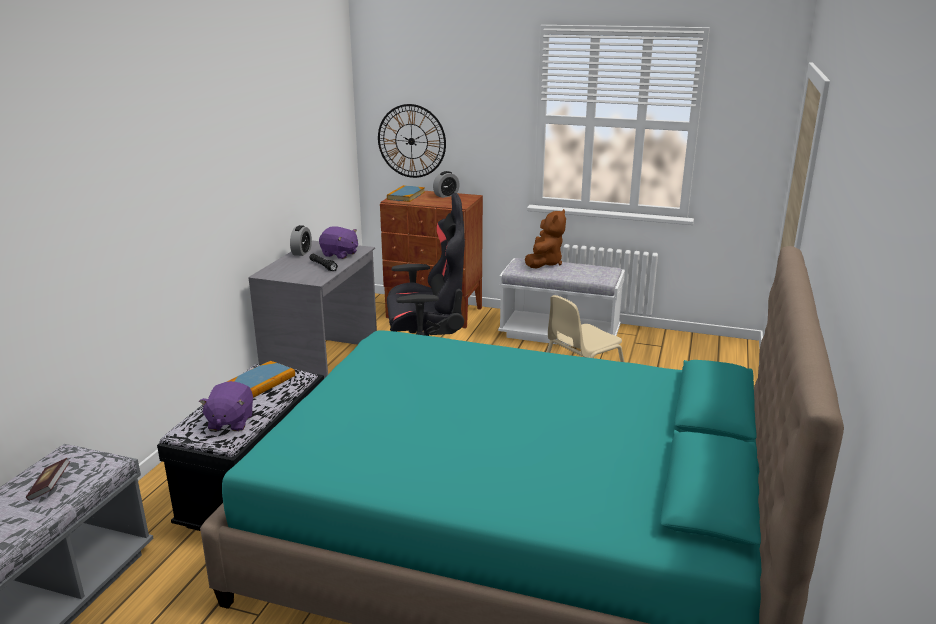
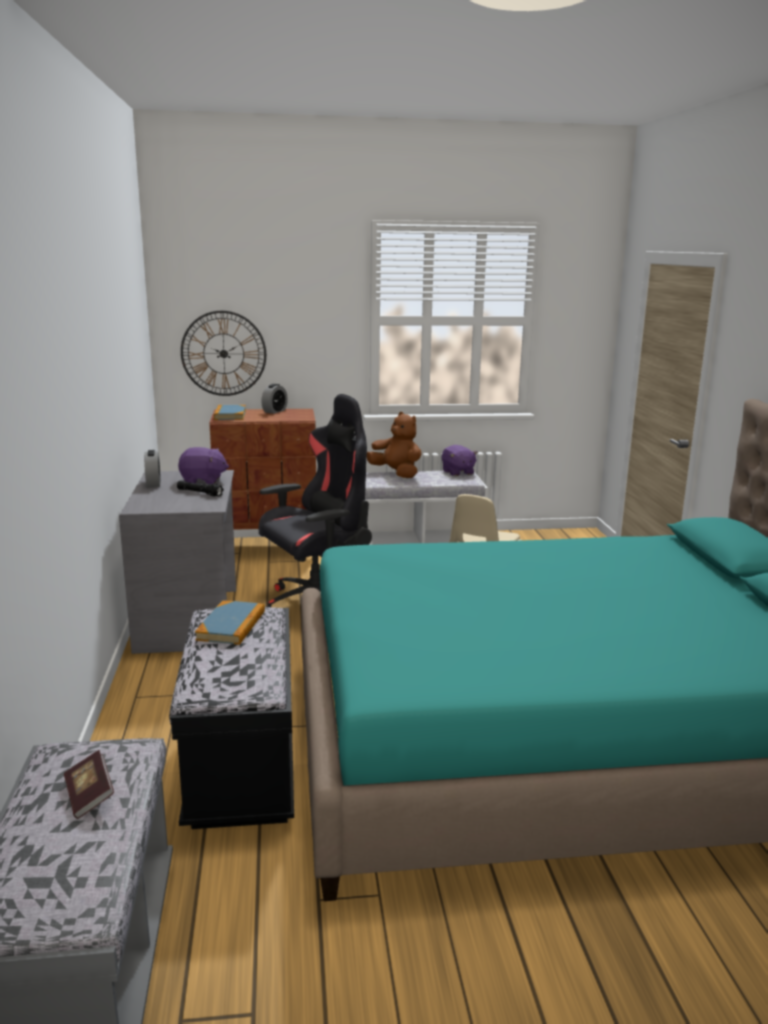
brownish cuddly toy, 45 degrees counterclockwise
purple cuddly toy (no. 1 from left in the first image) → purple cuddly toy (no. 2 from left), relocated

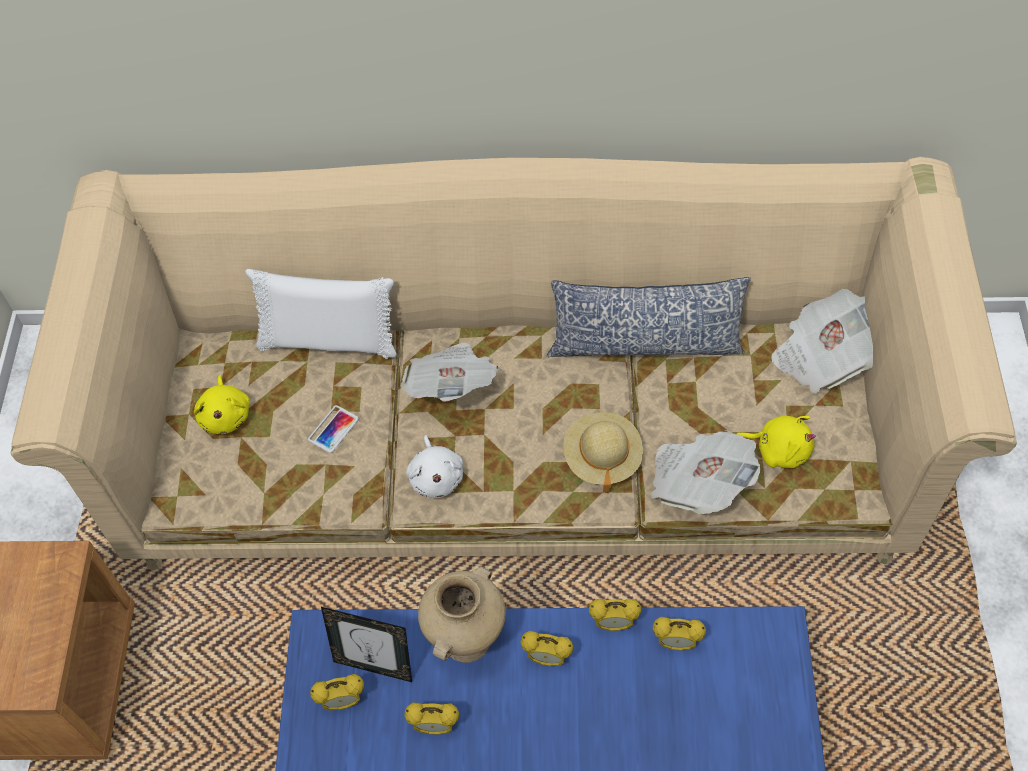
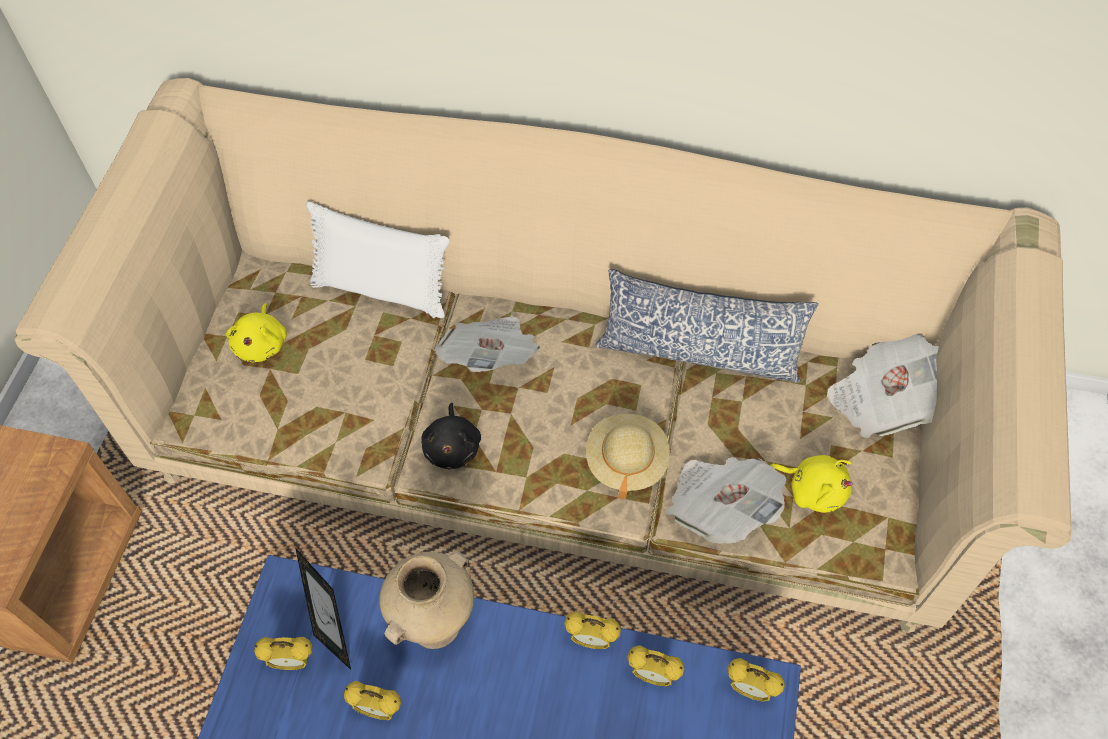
phone → -
white cuddly toy → black cuddly toy
photo frame, 135 degrees counterclockwise
bedside clock (no. 3 from left in the first image) → bedside clock (no. 5 from left), relocated

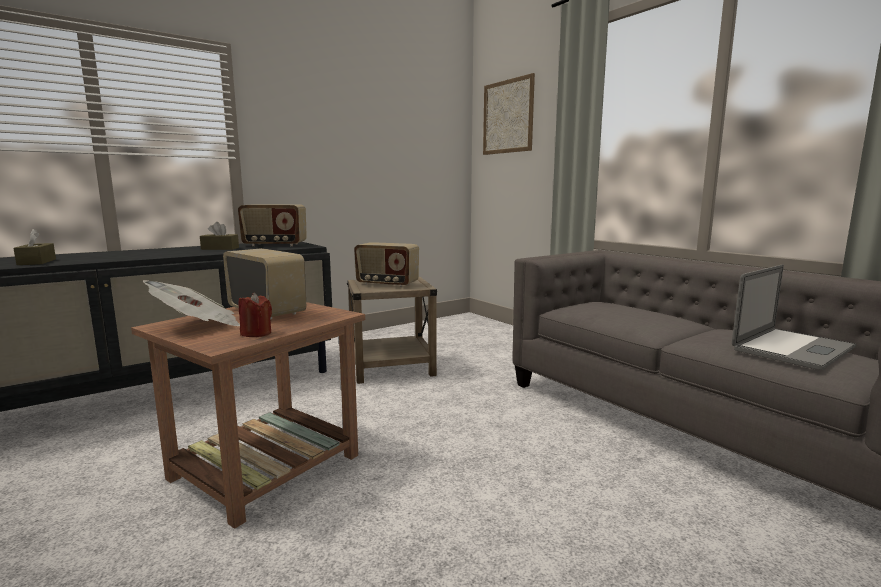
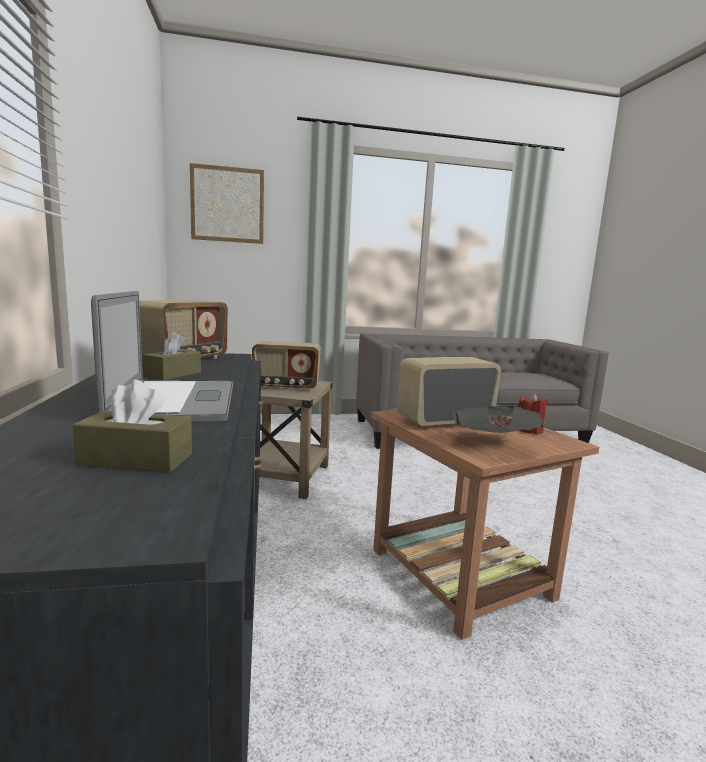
radio set (no. 3 from left in the first image) → radio set (no. 2 from left), 45 degrees clockwise
laptop, relocated

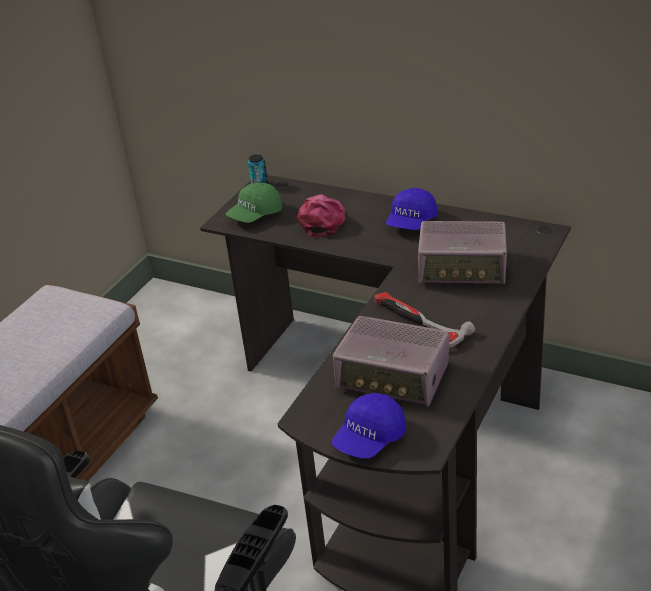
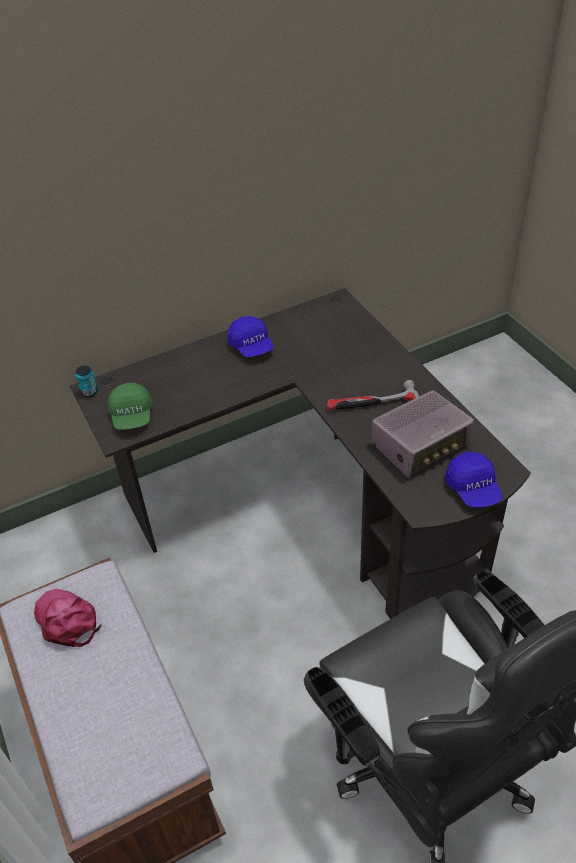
pink-coloured peaked cap, relocated
radio set (no. 2 from left) → -

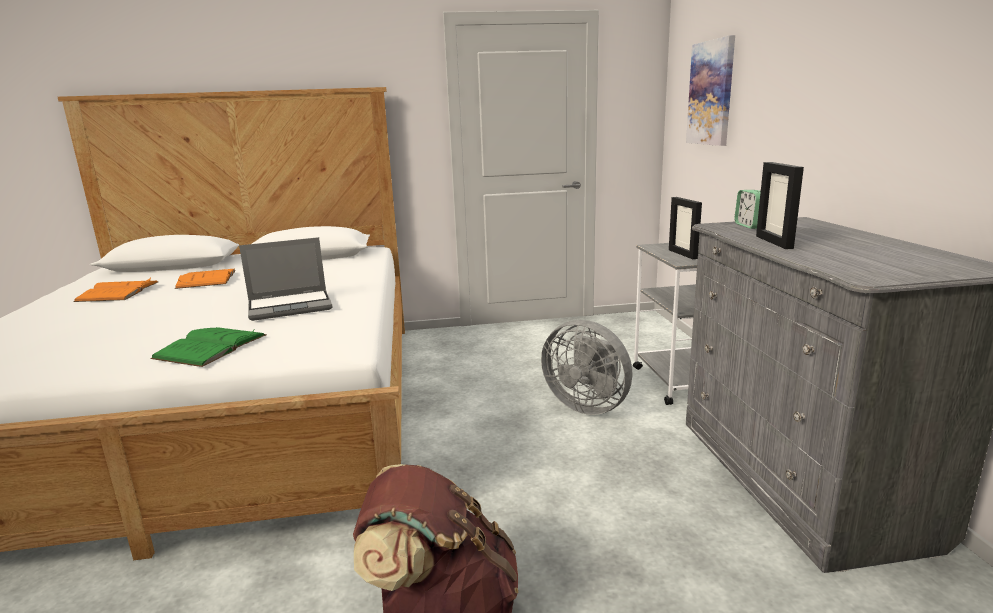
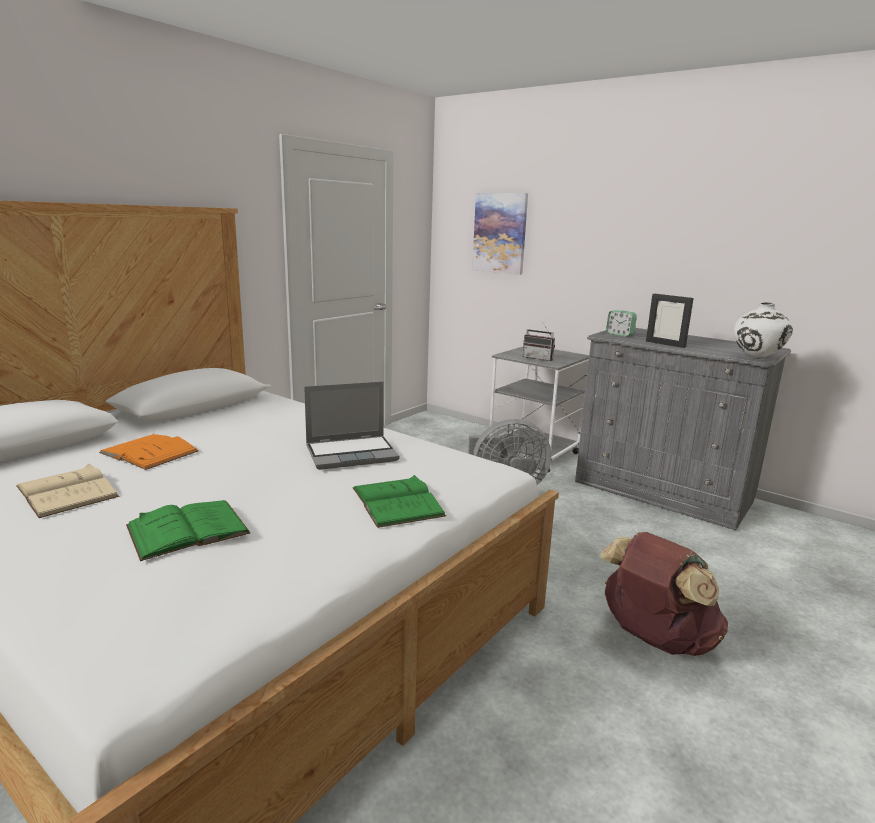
photo frame (no. 1 from left) → radio set
laptop, 45 degrees clockwise
orangey bound book (no. 1 from left) → beige bound book
- → white vase
- → green-coloured bound book (no. 1 from left)

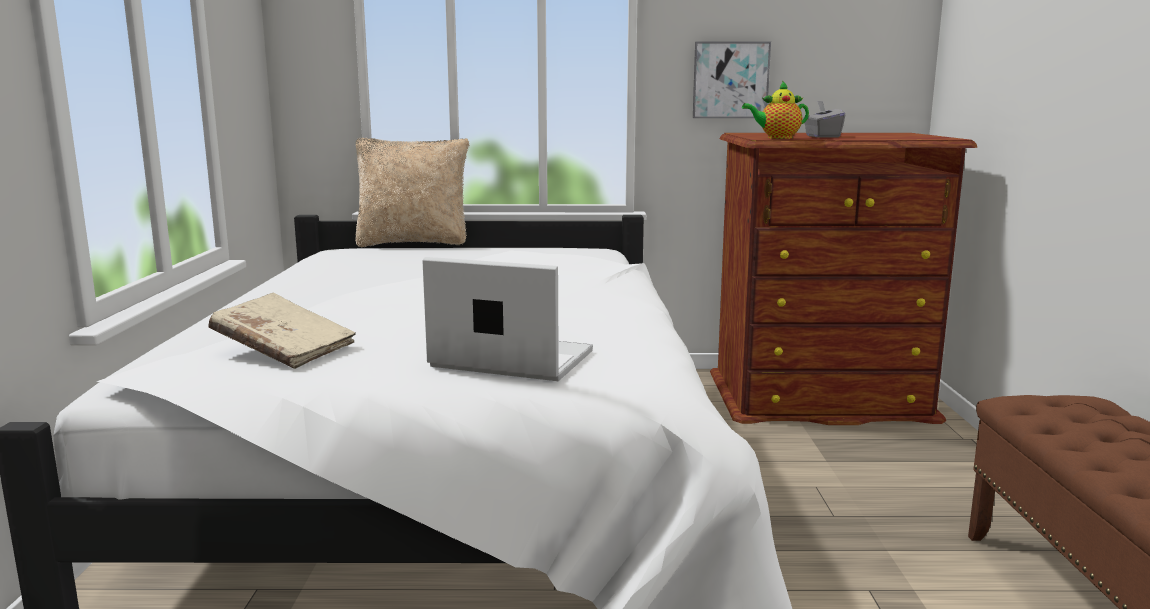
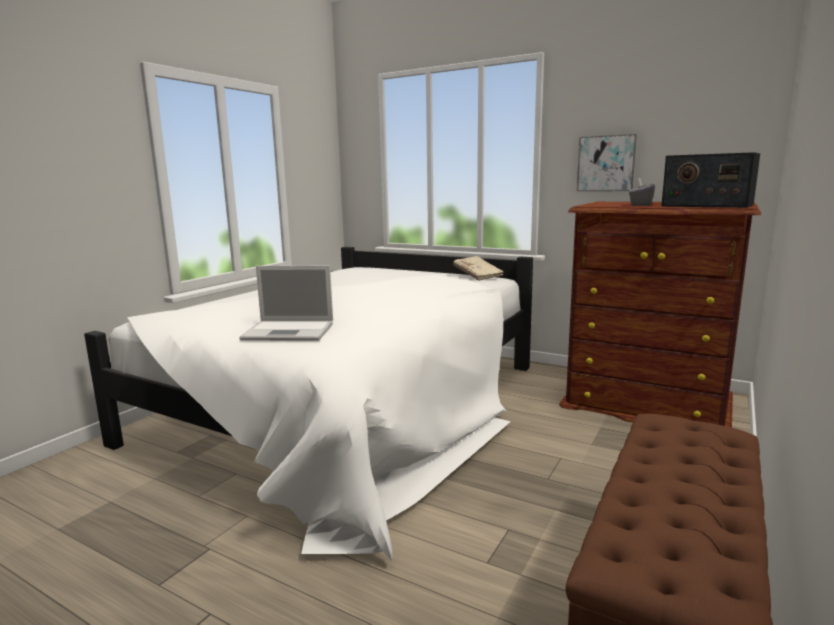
tea pot → -
beige pillow → -
laptop, 135 degrees clockwise
beige bound book, relocated
- → radio set

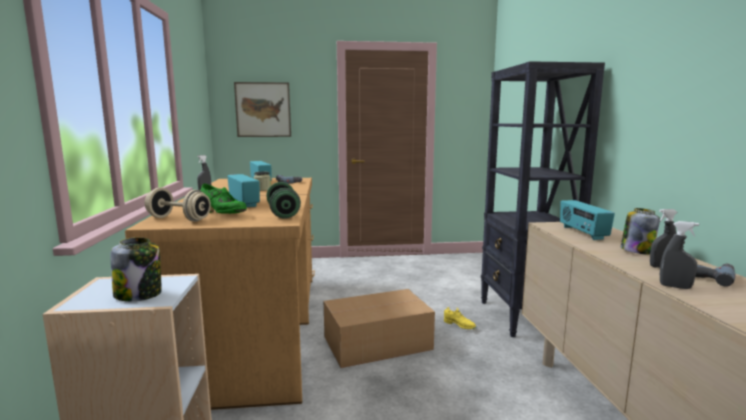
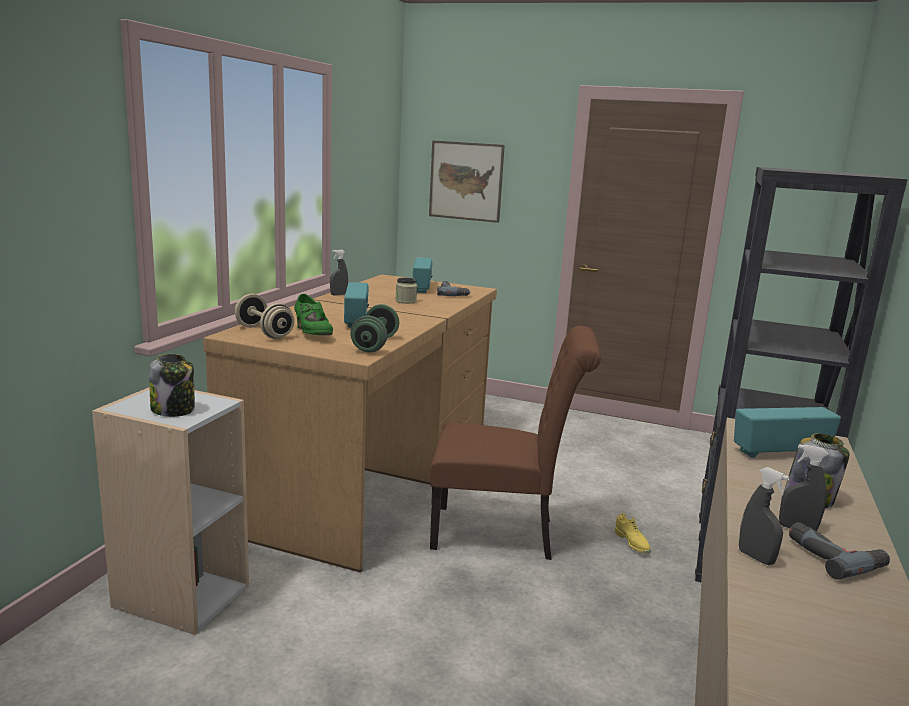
radio set (no. 3 from left), 60 degrees clockwise
cardboard box → brownish upright chair

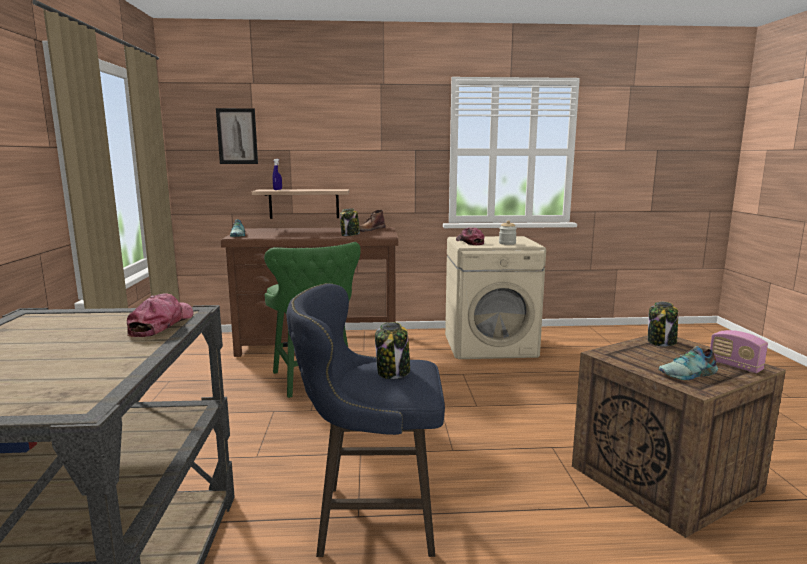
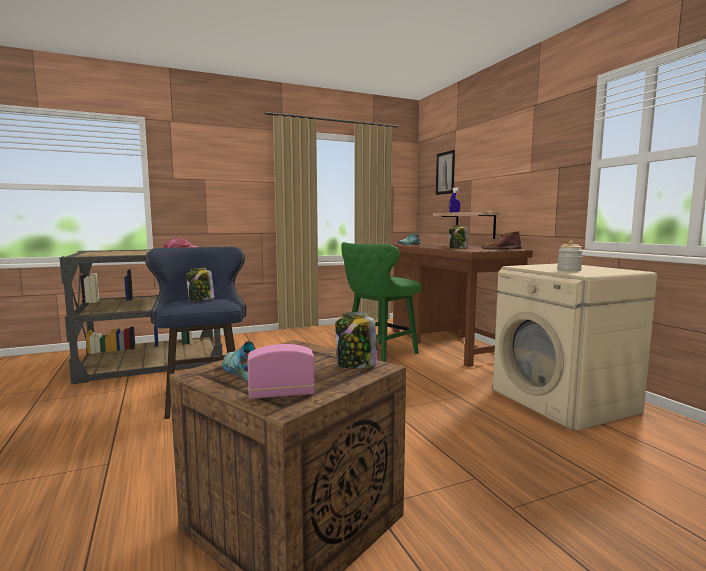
peaked cap (no. 2 from left) → -
radio set, 45 degrees clockwise

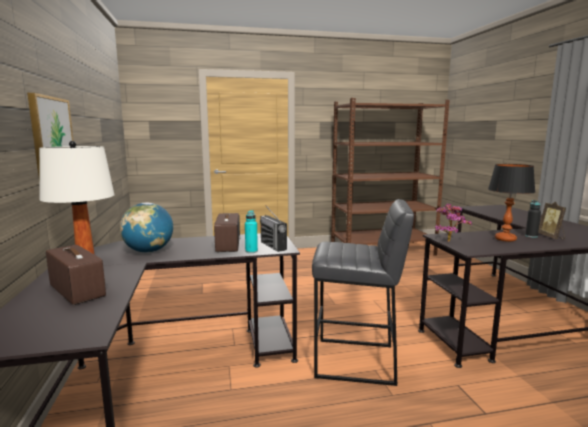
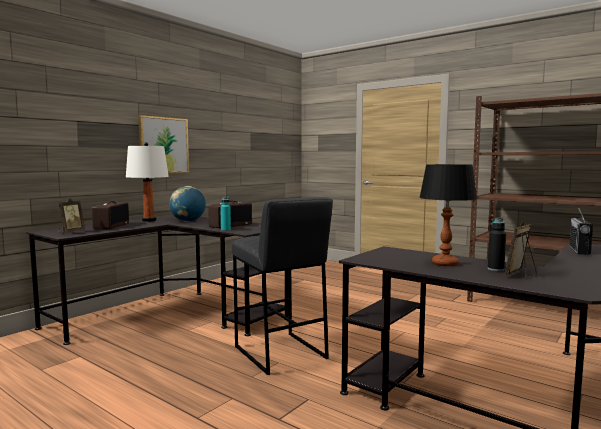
potted plant → -
radio set (no. 3 from left), relocated
- → photo frame (no. 1 from left)

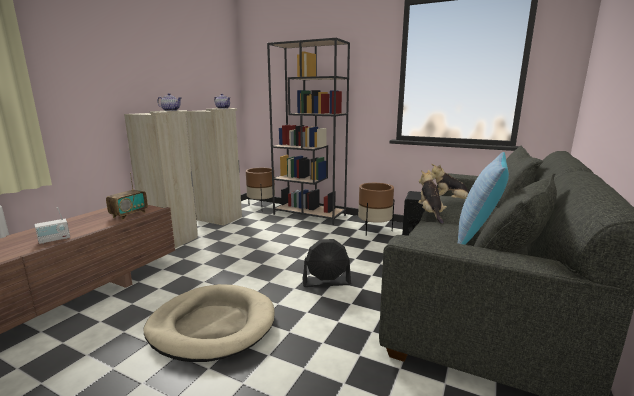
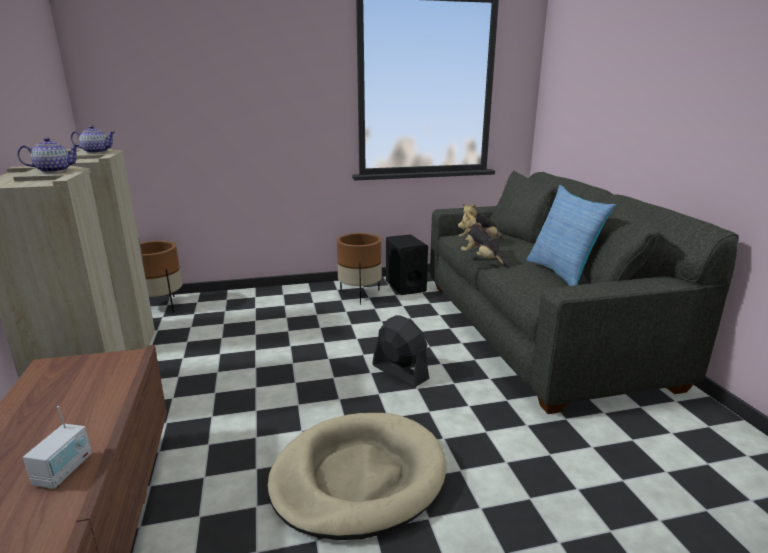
bookshelf → -
radio set (no. 2 from left) → -
black electric fan, 90 degrees counterclockwise

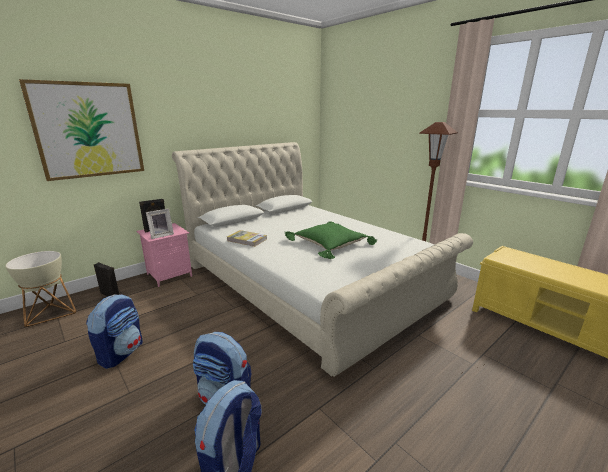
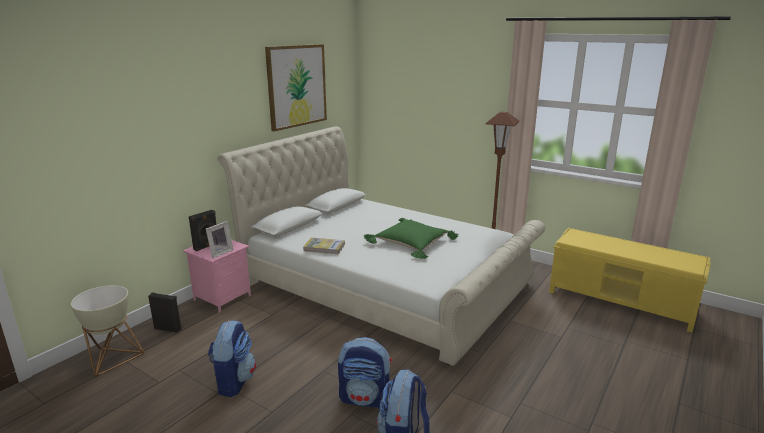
wall picture, relocated

